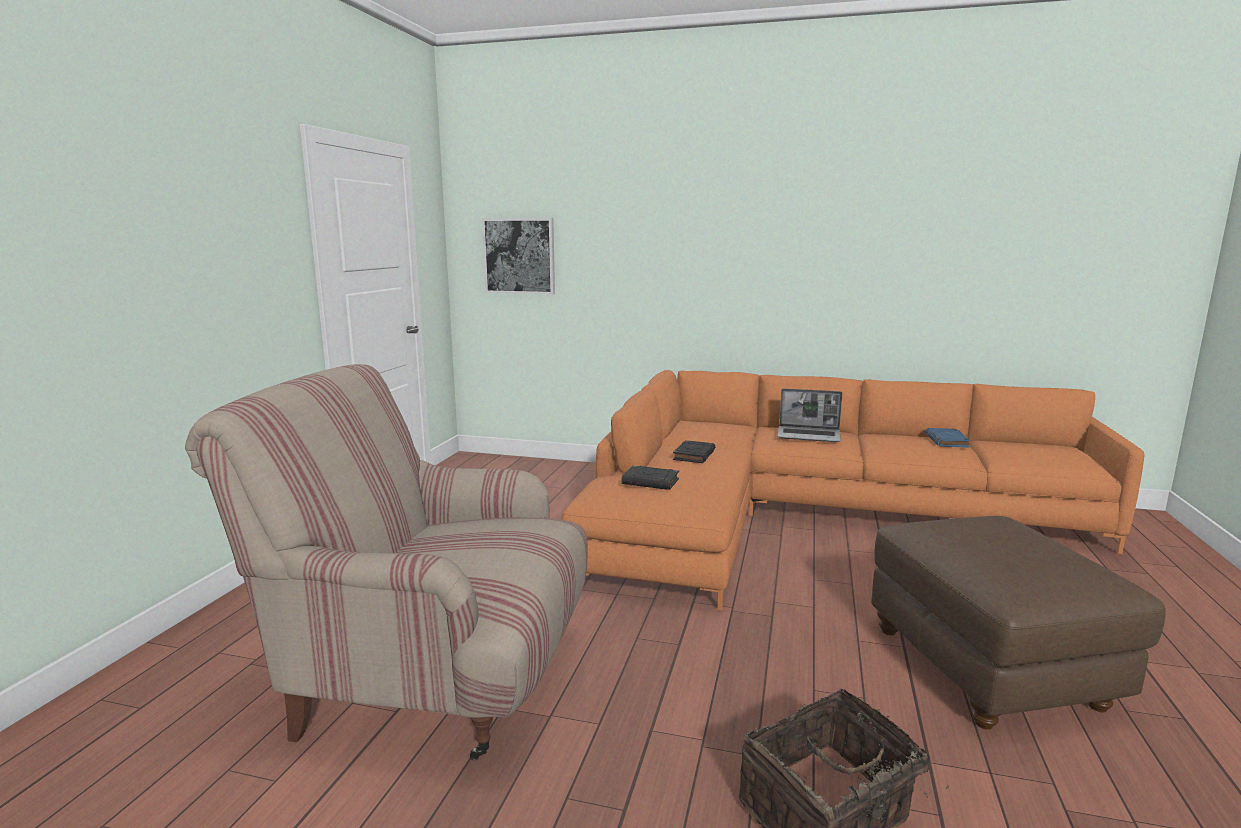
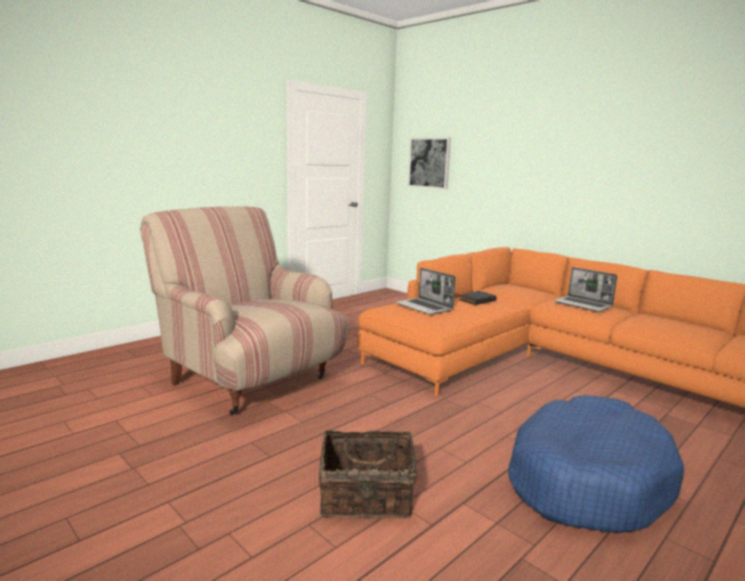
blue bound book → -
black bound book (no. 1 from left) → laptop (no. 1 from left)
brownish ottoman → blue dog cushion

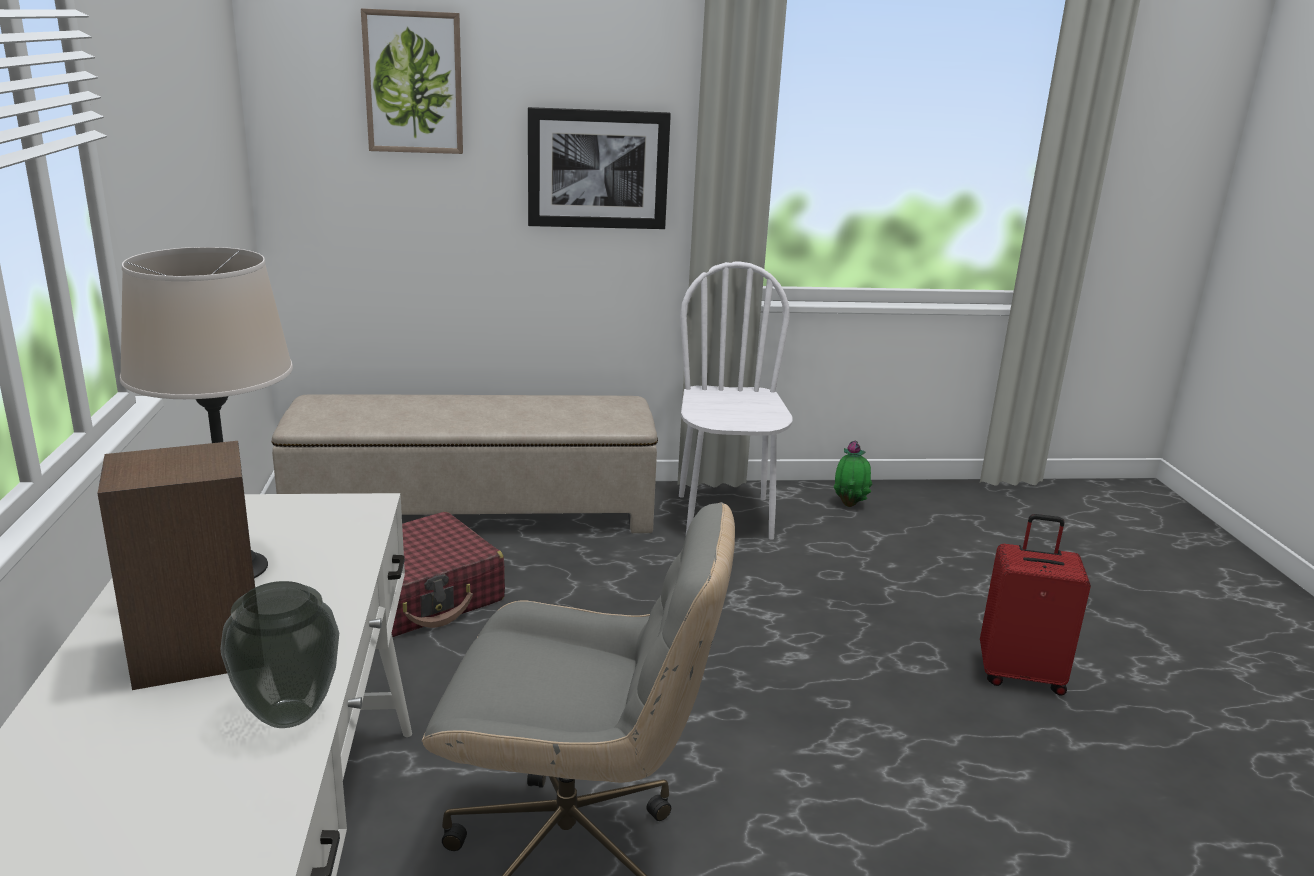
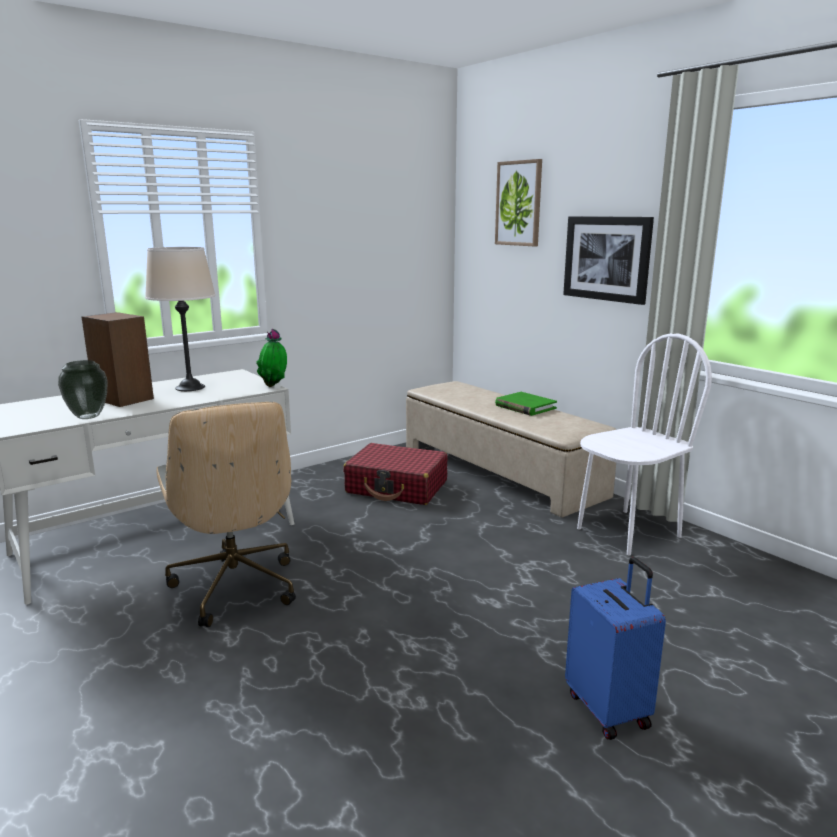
potted plant, relocated
reddish piece of luggage (no. 2 from left) → blue piece of luggage
- → green-coloured bound book

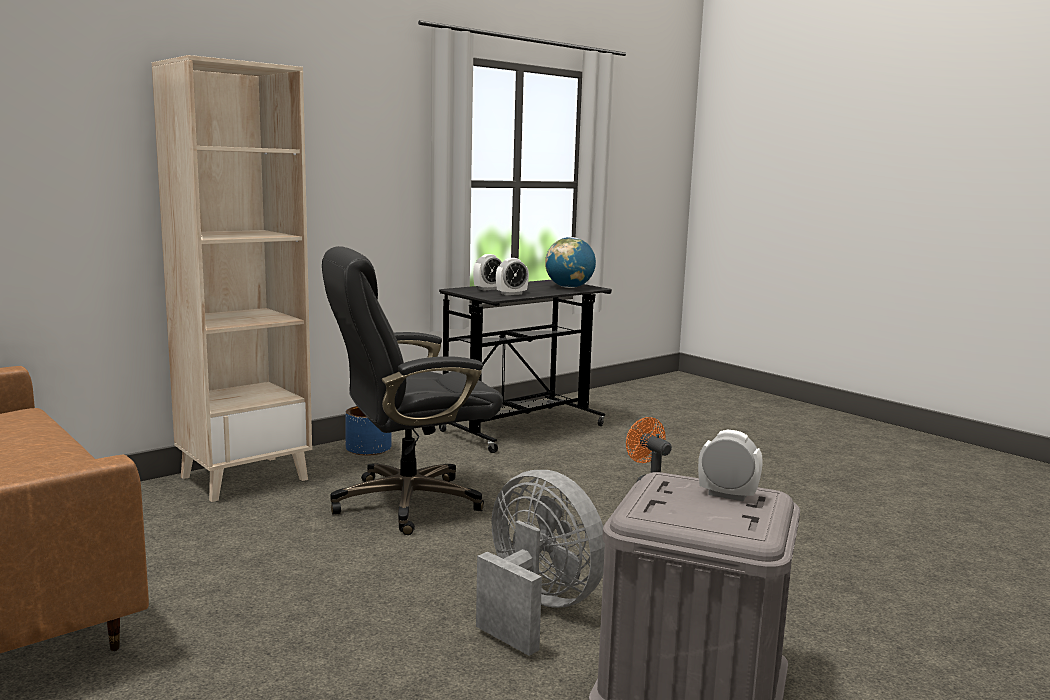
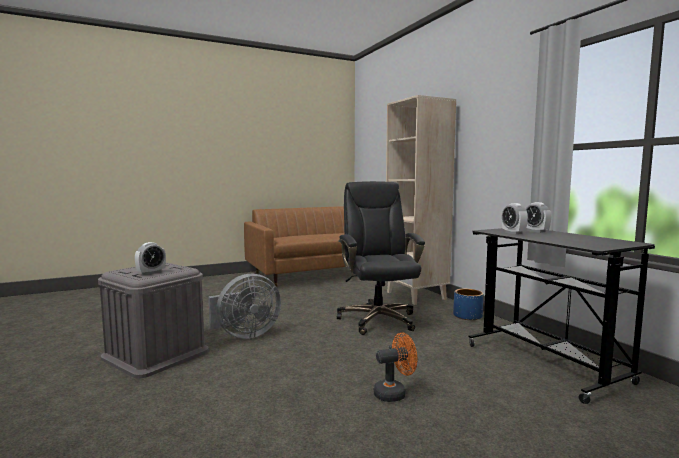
desk globe → -

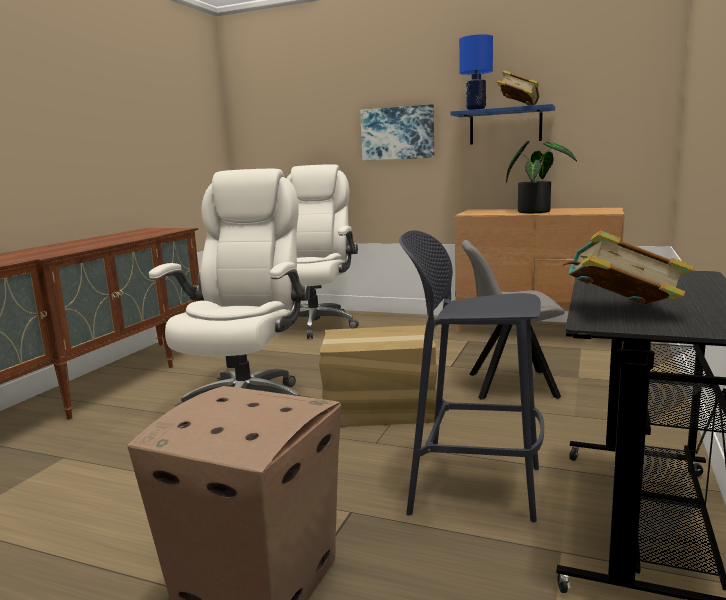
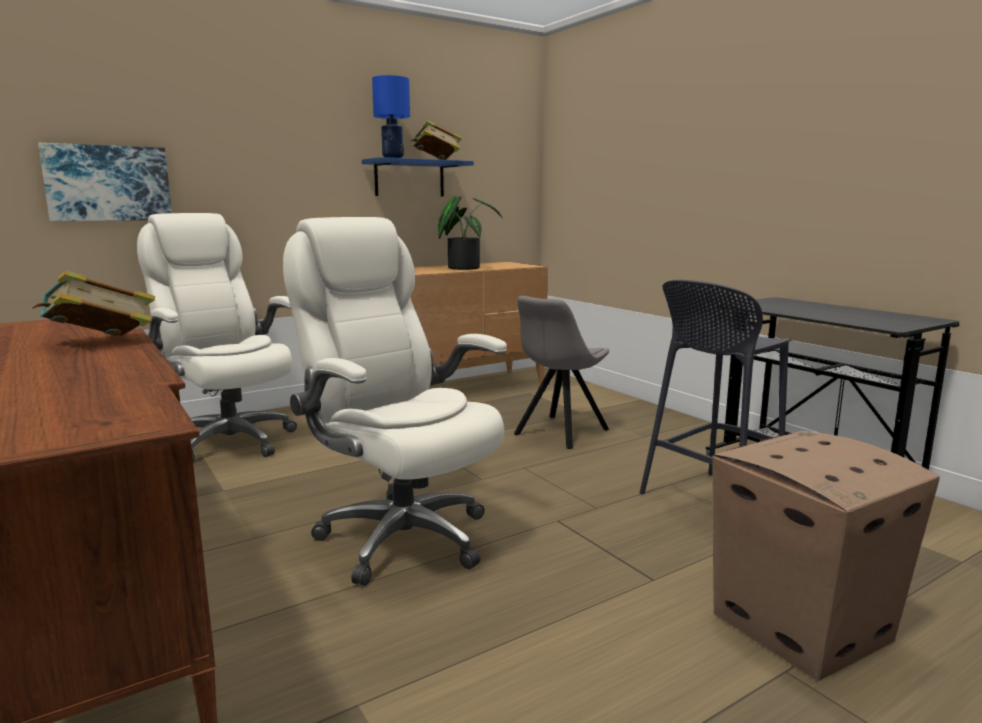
wall picture, relocated
bound book (no. 2 from left in the first image) → bound book (no. 1 from left), relocated
cardboard box (no. 2 from left) → -

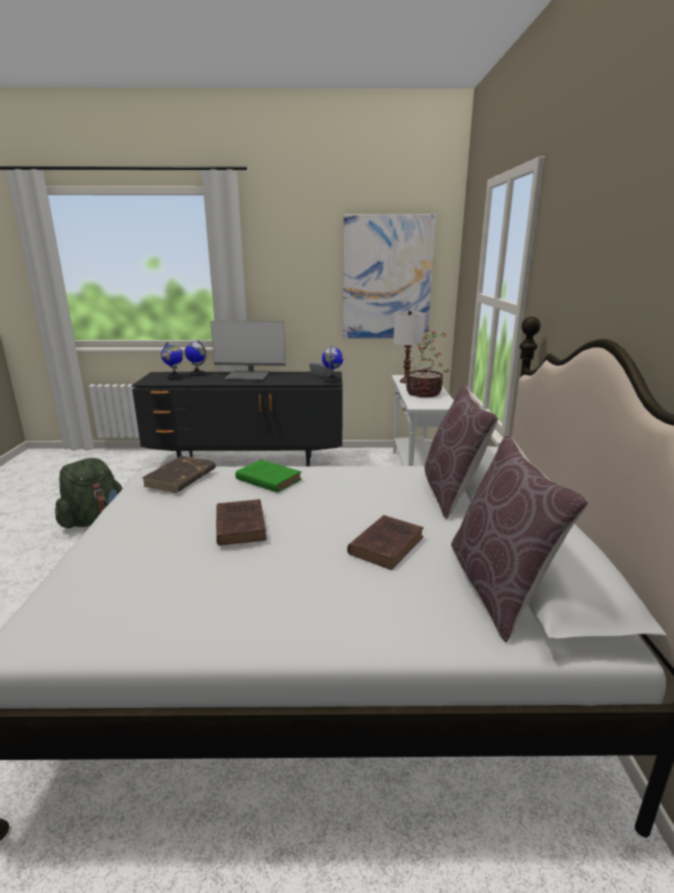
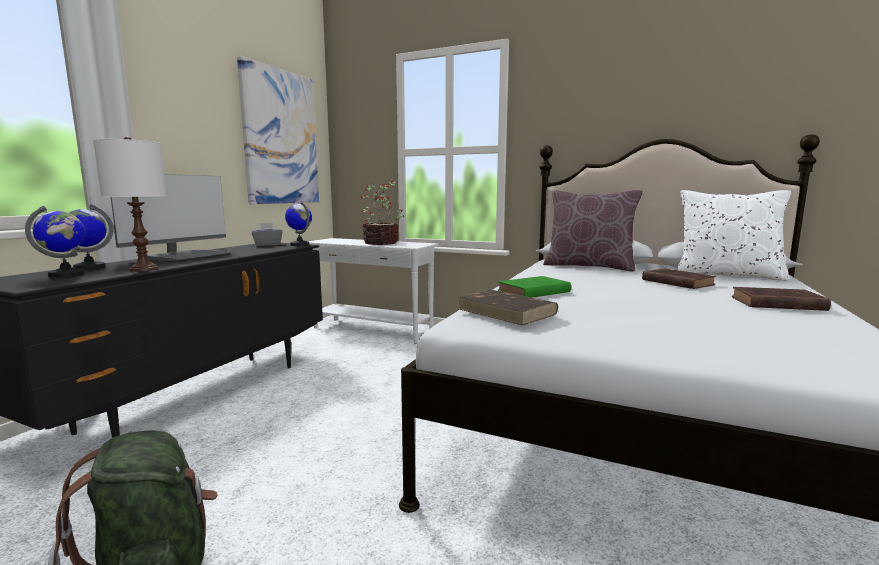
white lamp for a table, relocated
brownish pillow (no. 2 from left) → white pillow
brownish bound book (no. 2 from left in the first image) → brownish bound book (no. 3 from left), relocated

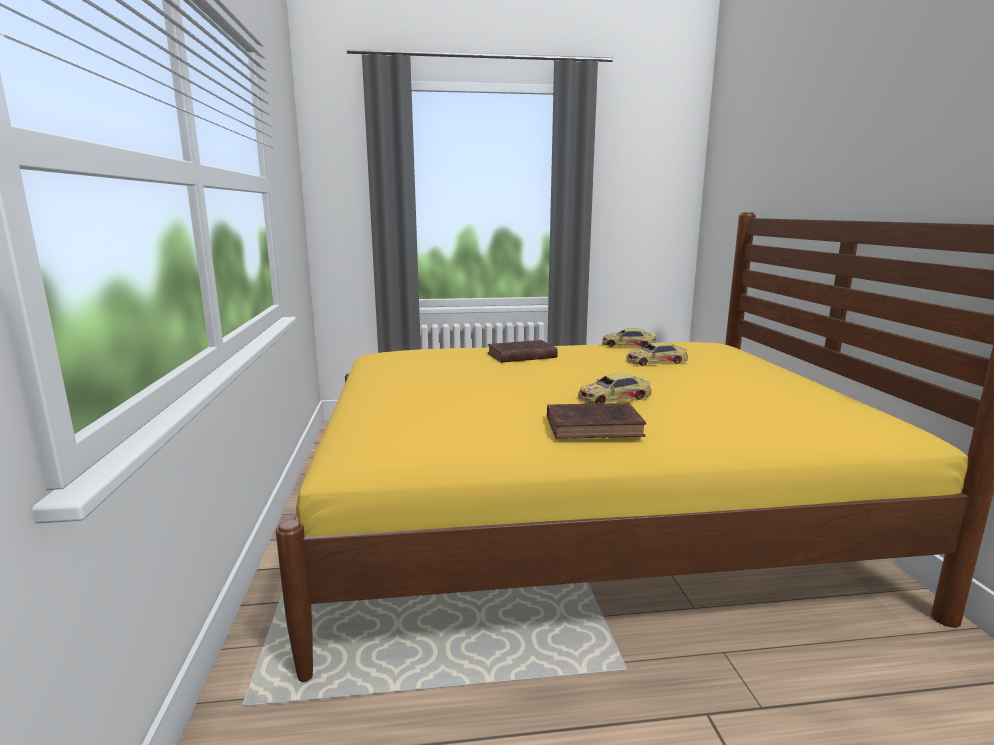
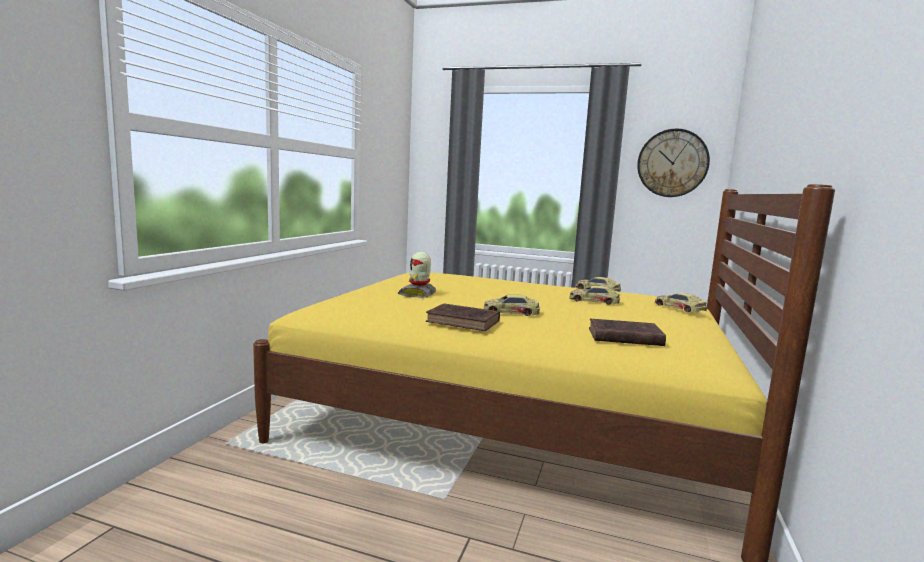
brownish bound book (no. 1 from left in the first image) → brownish bound book (no. 2 from left), relocated
- → wall clock
- → model robot
- → toy car (no. 4 from left)

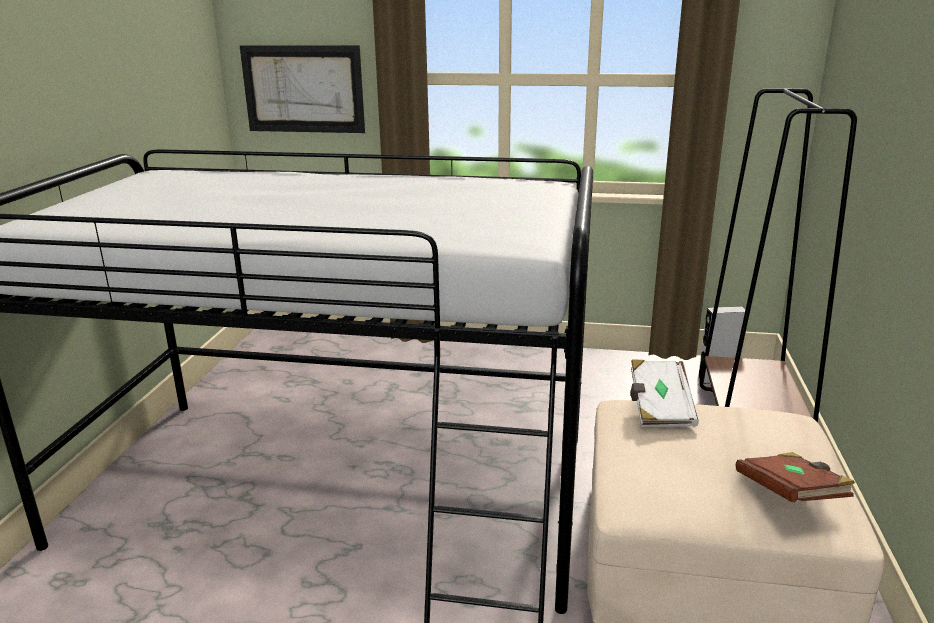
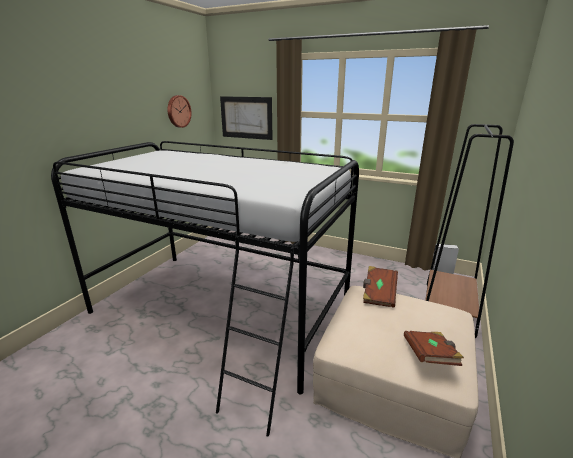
white bound book → brownish bound book (no. 1 from left)
- → wall clock

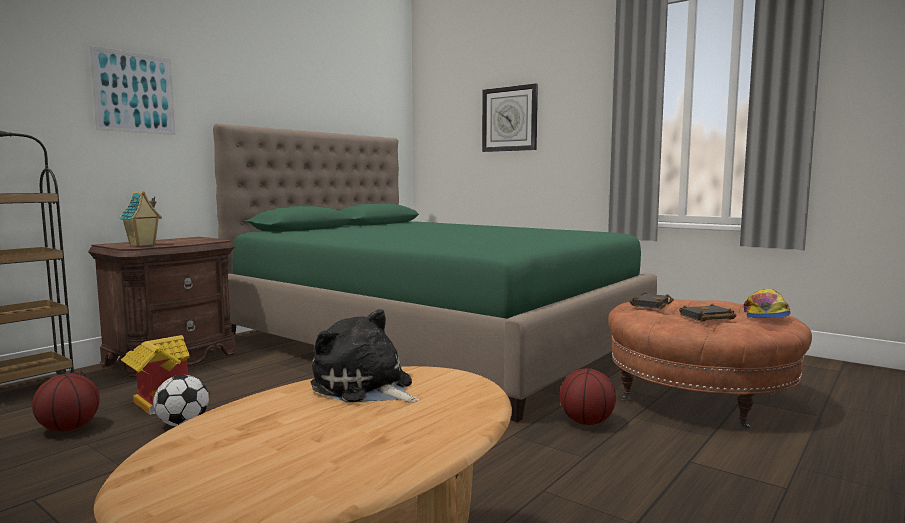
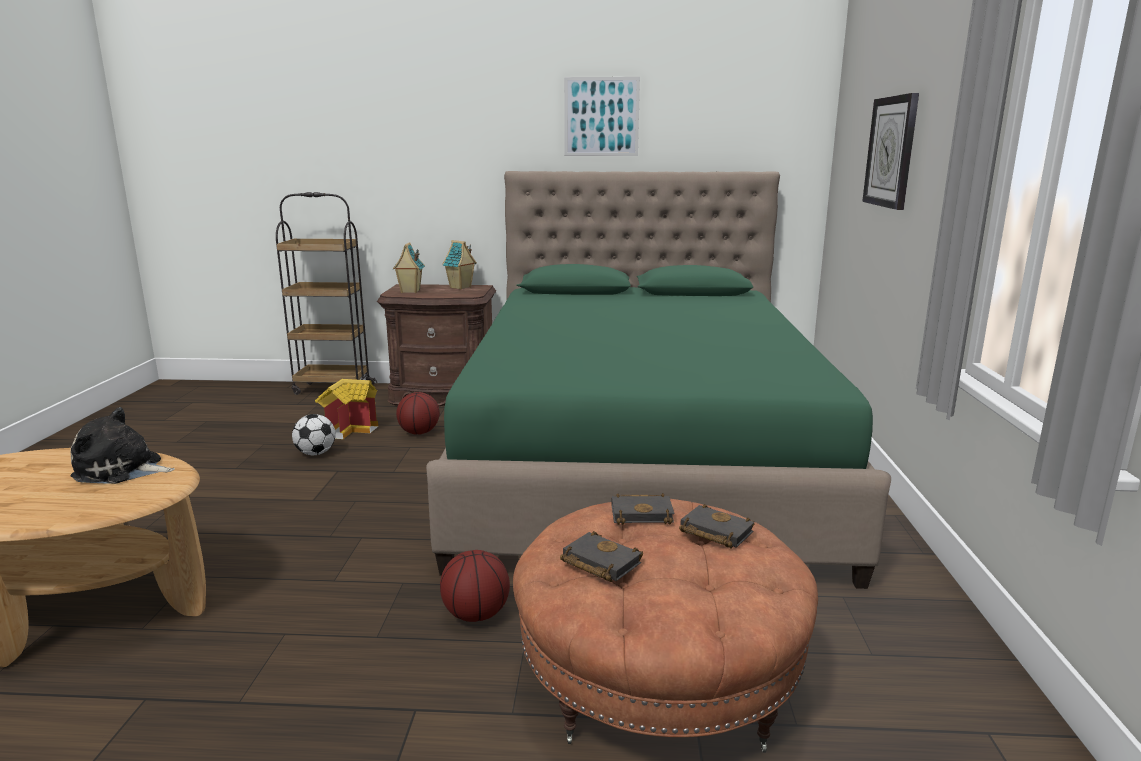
wall picture, relocated
peaked cap → -
cuddly toy, 90 degrees counterclockwise
basketball ball (no. 1 from left), relocated
- → model house (no. 3 from left)
- → black bound book (no. 3 from left)

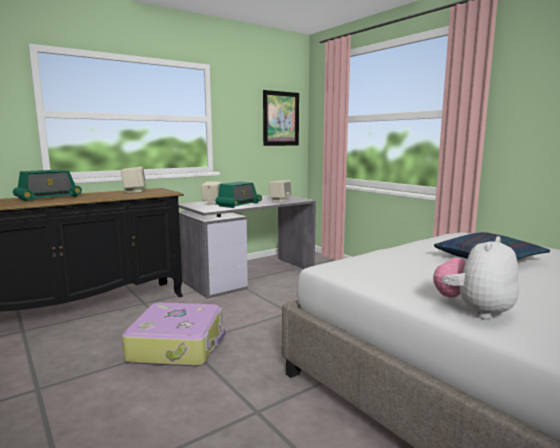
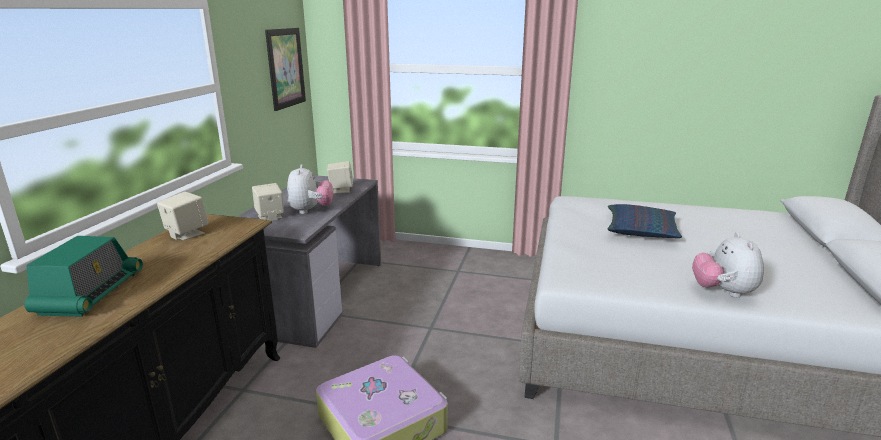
radio set (no. 2 from left) → cuddly toy (no. 1 from left)

